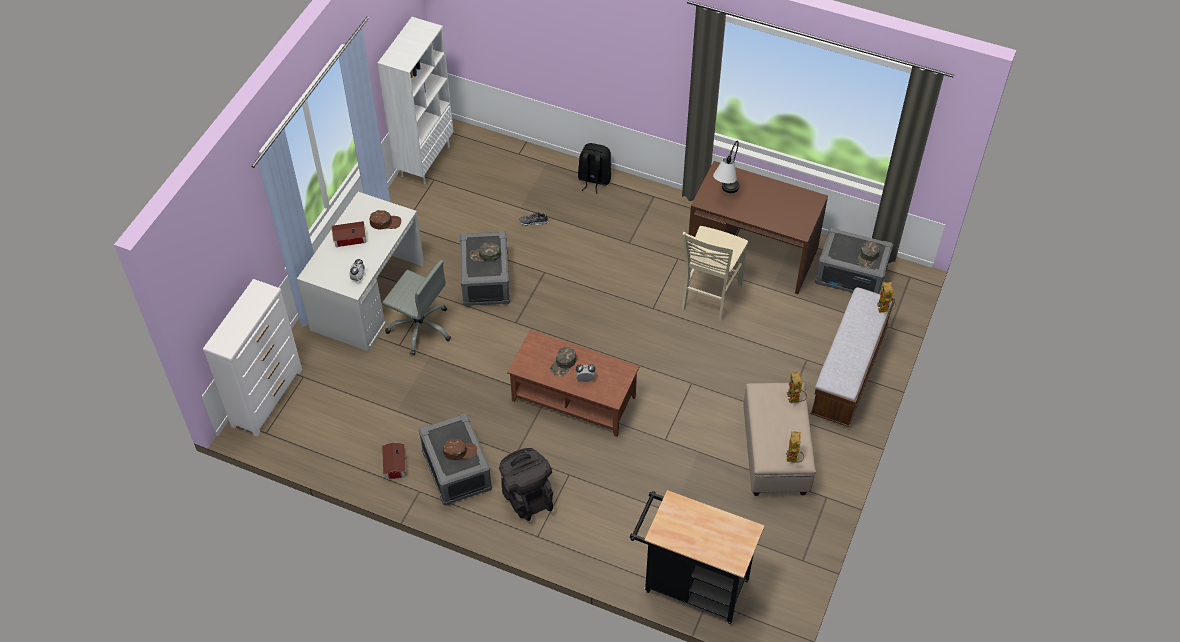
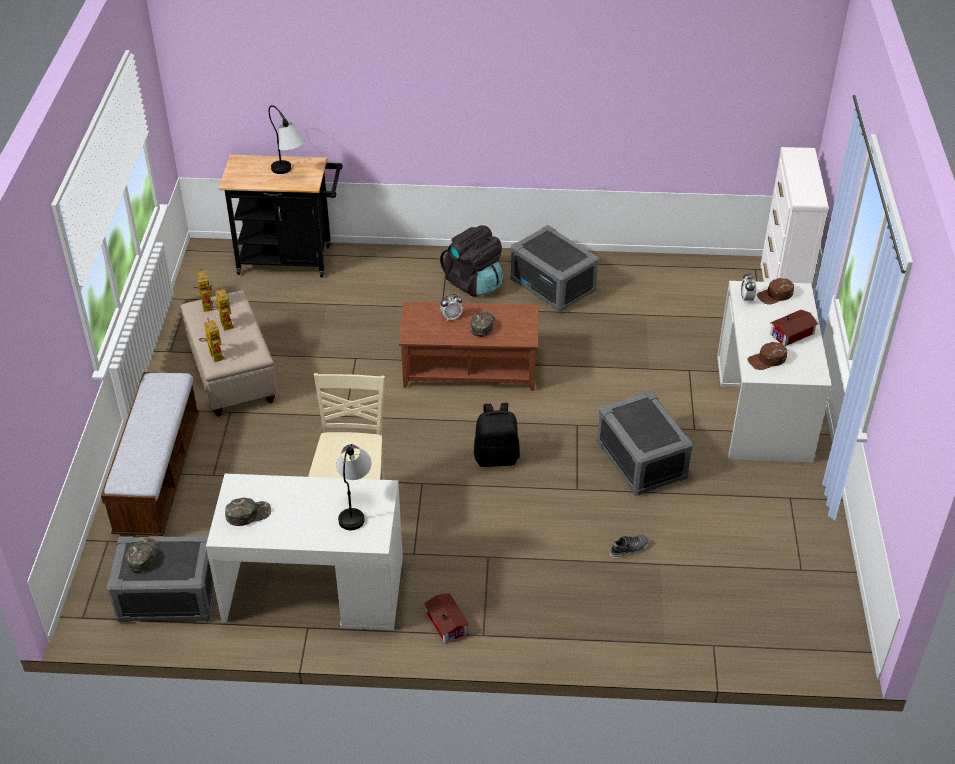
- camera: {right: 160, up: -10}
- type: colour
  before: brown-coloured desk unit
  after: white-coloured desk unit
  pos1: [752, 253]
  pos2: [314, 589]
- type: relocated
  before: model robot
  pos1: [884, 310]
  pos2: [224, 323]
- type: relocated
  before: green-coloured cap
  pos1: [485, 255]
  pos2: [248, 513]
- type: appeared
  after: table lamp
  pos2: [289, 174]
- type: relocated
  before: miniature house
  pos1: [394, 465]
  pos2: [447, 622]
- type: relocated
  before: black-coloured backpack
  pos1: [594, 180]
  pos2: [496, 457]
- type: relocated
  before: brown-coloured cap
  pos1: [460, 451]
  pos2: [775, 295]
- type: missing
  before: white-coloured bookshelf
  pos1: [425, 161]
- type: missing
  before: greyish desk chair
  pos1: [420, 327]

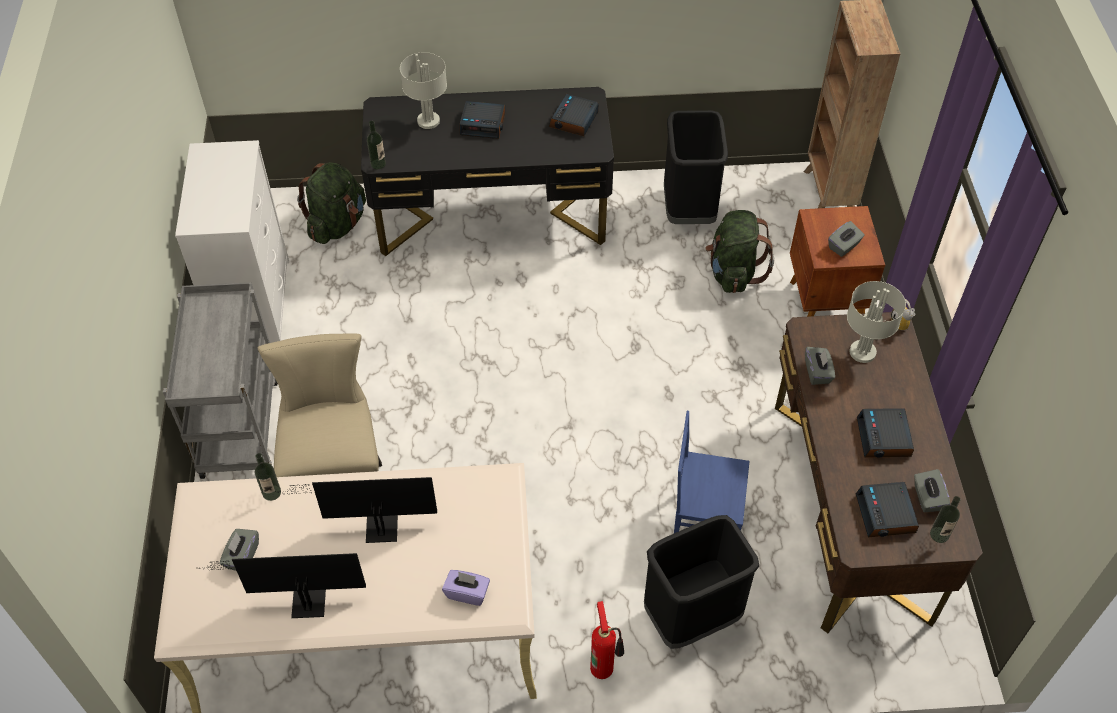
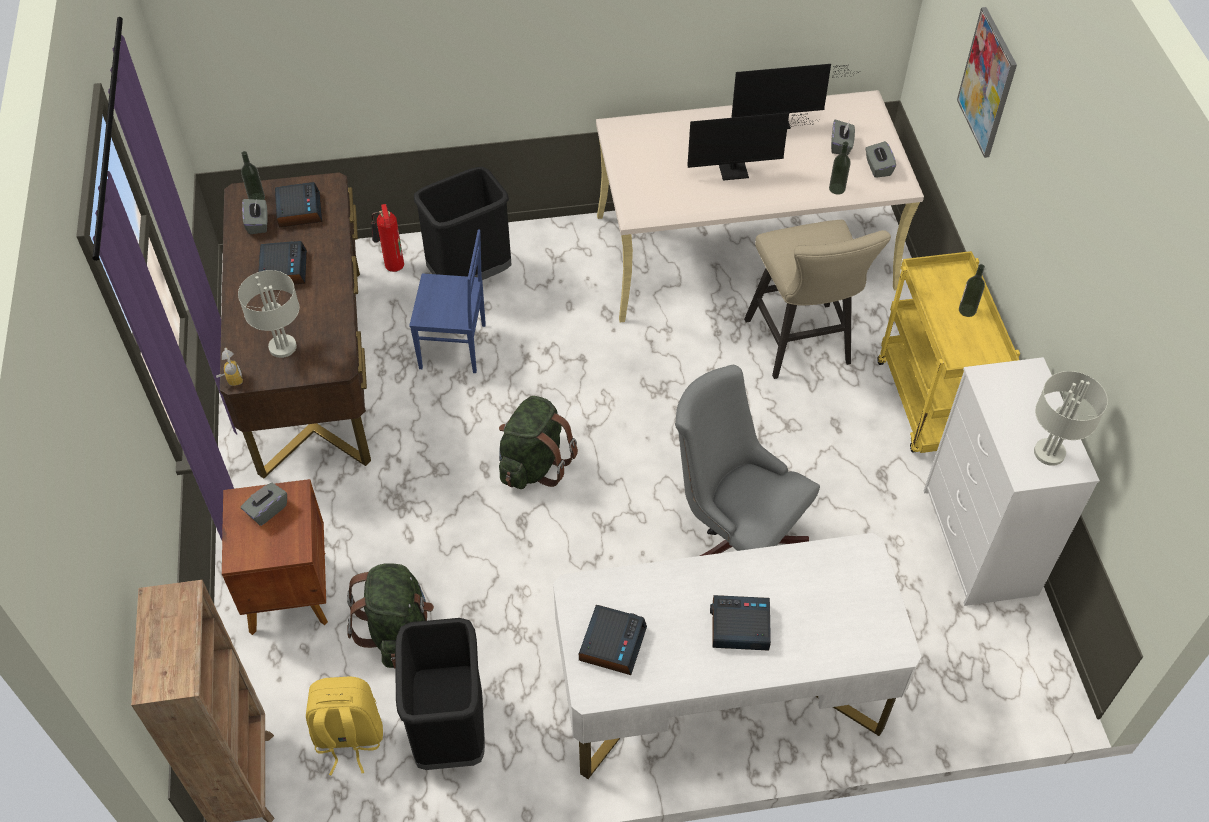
- camera: {right: 175, up: 0}
- type: appeared
  after: yellow-coloured backpack
  pos2: [348, 738]
- type: relocated
  before: extinguisher
  pos1: [603, 666]
  pos2: [392, 266]
- type: relocated
  before: green-coloured backpack
  pos1: [337, 224]
  pos2: [534, 464]
- type: colour
  before: black-coloured desk unit
  after: white-coloured desk unit
  pos1: [491, 216]
  pos2: [721, 697]
- type: appeared
  after: greyish desk chair
  pos2: [734, 538]
- type: relocated
  before: greyish tissue box
  pos1: [817, 372]
  pos2: [878, 168]
- type: colour
  before: greyish wheeled cart
  after: yellow-coloured wheeled cart
  pos1: [239, 424]
  pos2: [931, 405]
- type: appeared
  after: wall picture
  pos2: [987, 83]
- type: relocated
  before: bottle
  pos1: [378, 164]
  pos2: [967, 310]
- type: relocated
  before: greyish table lamp
  pos1: [429, 121]
  pos2: [1049, 453]
- type: missing
  before: purple tissue box
  pos1: [467, 593]

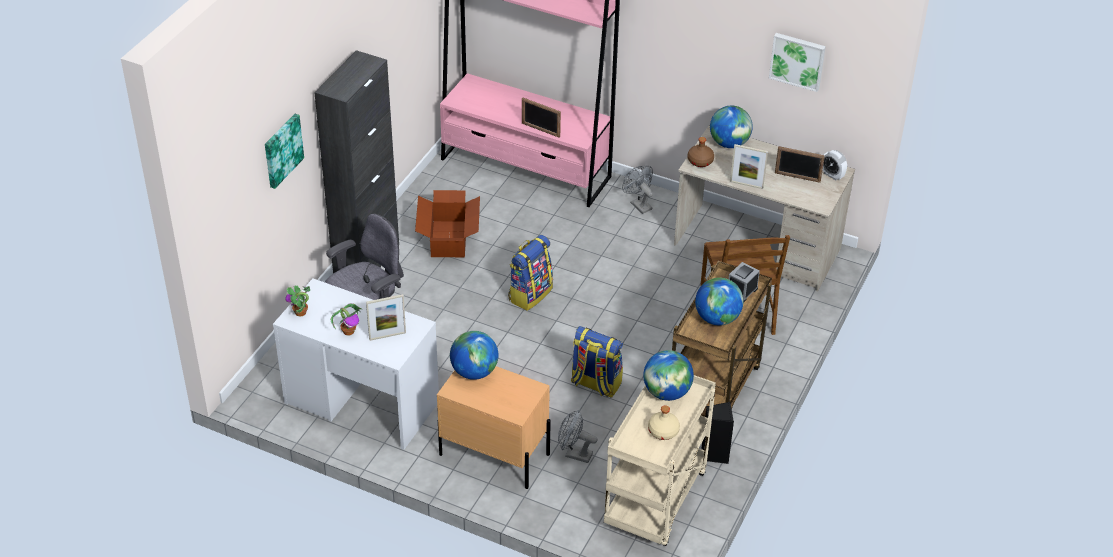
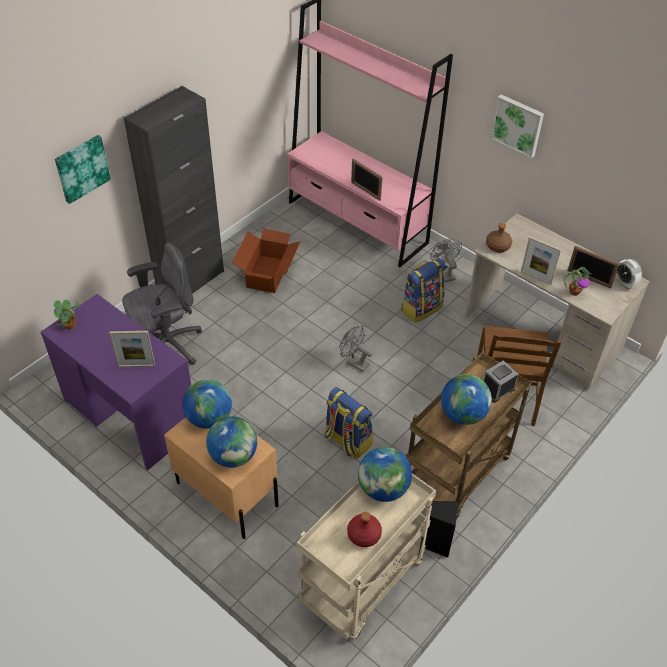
- camera: {right: 15, up: 5}
- type: colour
  before: white-coloured desk unit
  after: purple desk unit
  pos1: [361, 402]
  pos2: [130, 414]
- type: relocated
  before: desk globe
  pos1: [729, 143]
  pos2: [233, 456]
- type: relocated
  before: greyish fan
  pos1: [574, 454]
  pos2: [354, 362]
- type: colour
  before: beige bottle
  after: reddish bottle
  pos1: [663, 431]
  pos2: [363, 535]
- type: relocated
  before: backpack
  pos1: [530, 294]
  pos2: [421, 308]
- type: relocated
  before: wall picture
  pos1: [797, 60]
  pos2: [517, 125]
- type: relocated
  before: plant in a pot
  pos1: [349, 331]
  pos2: [574, 291]

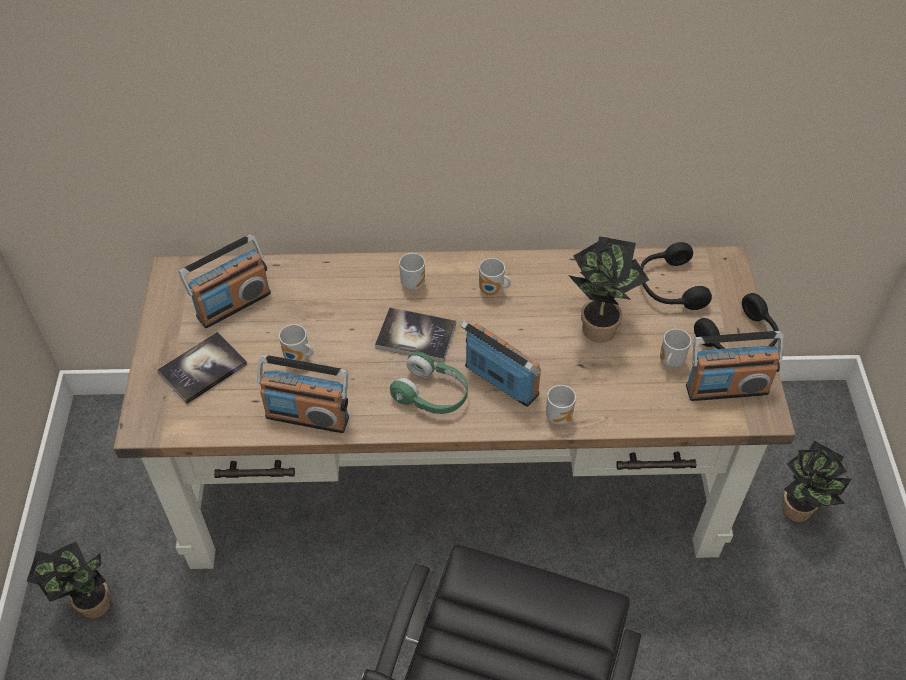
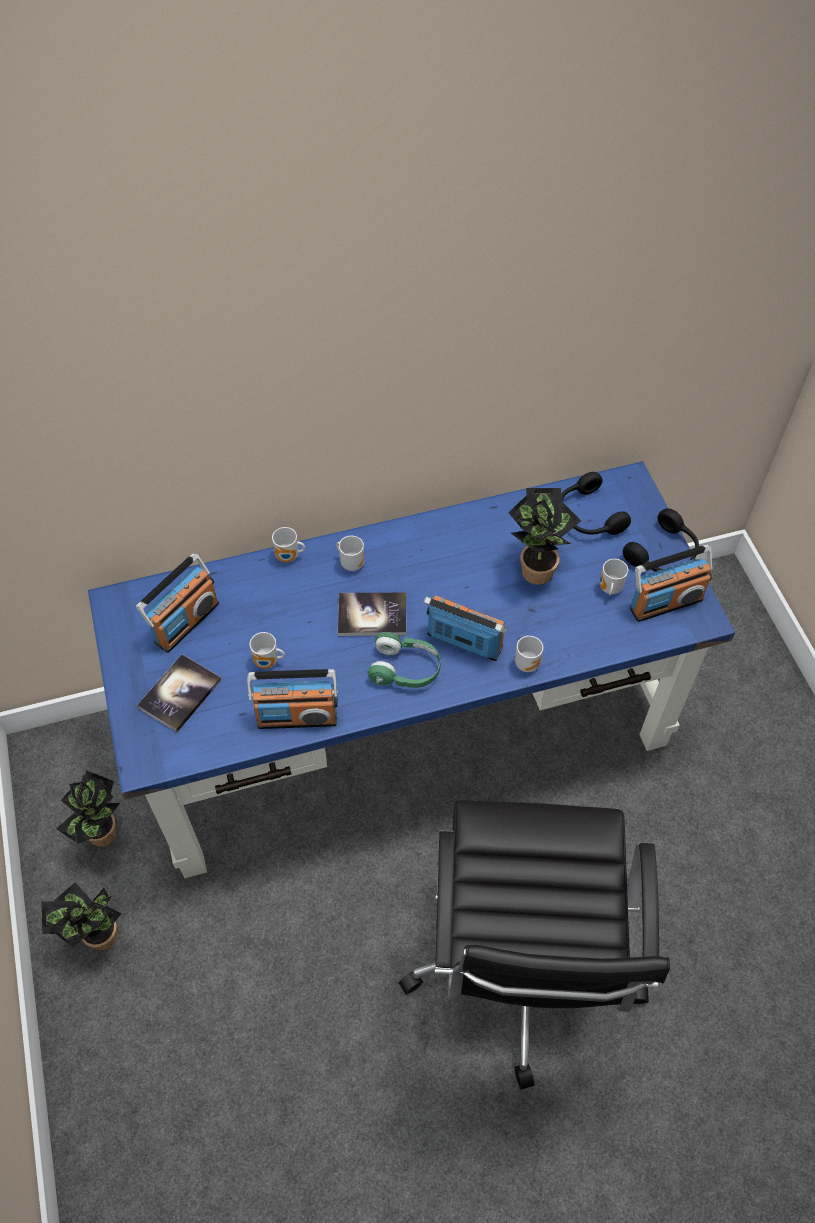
- camera: {right: -15, up: 5}
- type: relocated
  before: plant in a pot
  pos1: [799, 513]
  pos2: [105, 836]
- type: colour
  before: brown-coloured desk unit
  after: blue desk unit
  pos1: [455, 476]
  pos2: [409, 727]
- type: relocated
  before: coffee mug
  pos1: [492, 291]
  pos2: [289, 557]

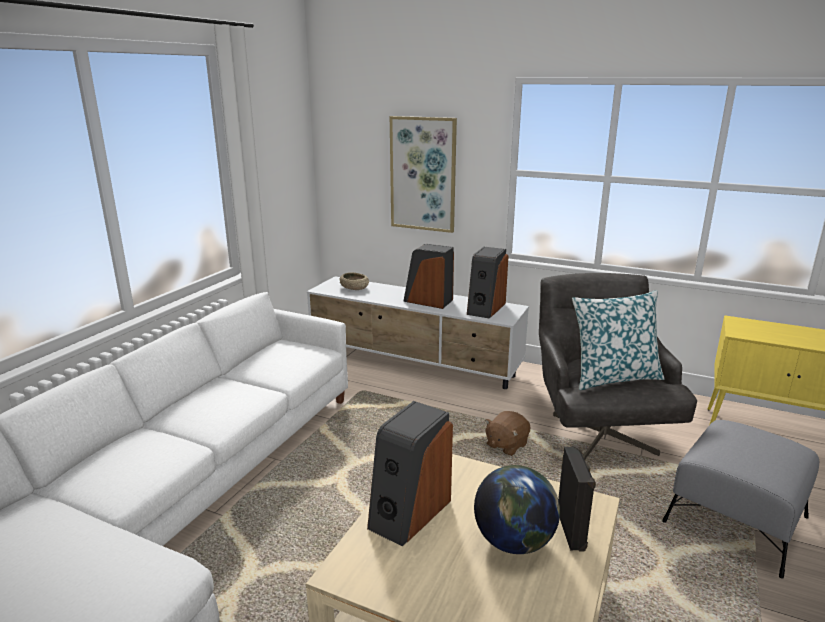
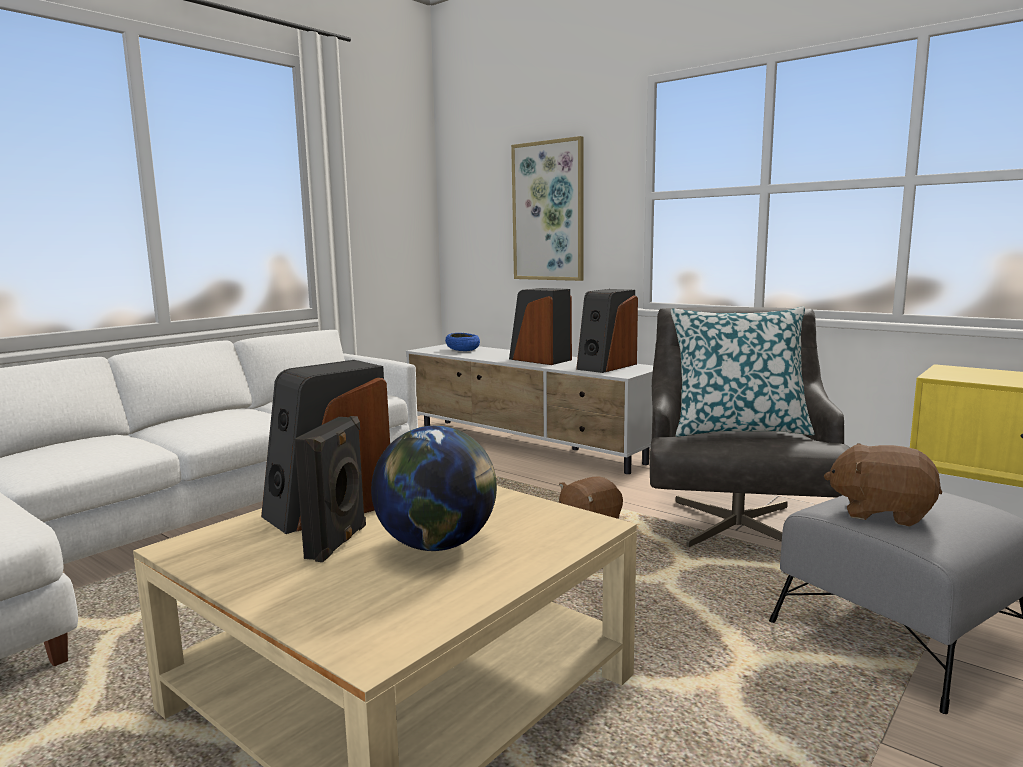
- camera: {right: 15, up: -10}
- type: relocated
  before: black-coloured loudspeaker
  pos1: [572, 530]
  pos2: [338, 542]
- type: colour
  before: beige bowl
  after: blue bowl
  pos1: [354, 287]
  pos2: [463, 350]
- type: appeared
  after: brown-coloured soft toy
  pos2: [881, 512]

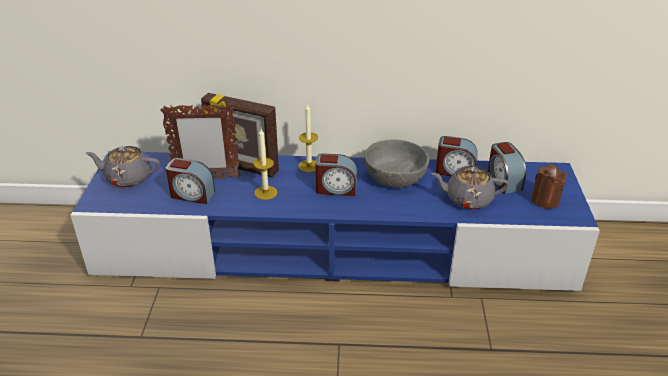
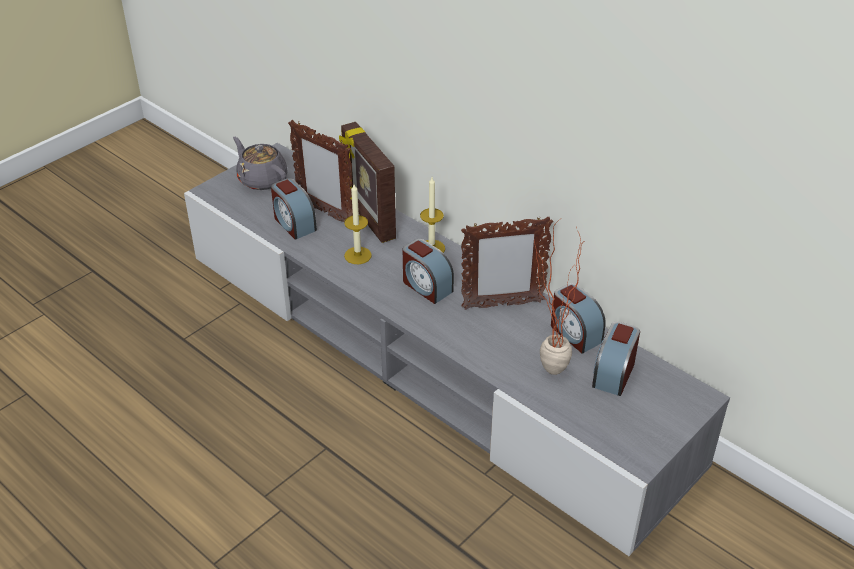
- camera: {right: 40, up: 5}
- type: colour
  before: blue tv stand
  after: greyish tv stand
  pos1: [335, 249]
  pos2: [428, 356]
- type: exchanged
  before: greyish bowl
  after: picture frame
  pos1: [395, 176]
  pos2: [502, 305]
- type: exchanged
  before: greyish teapot
  after: plant in a pot
  pos1: [467, 199]
  pos2: [543, 371]
- type: missing
  before: brown-coloured wax candle
  pos1: [545, 200]

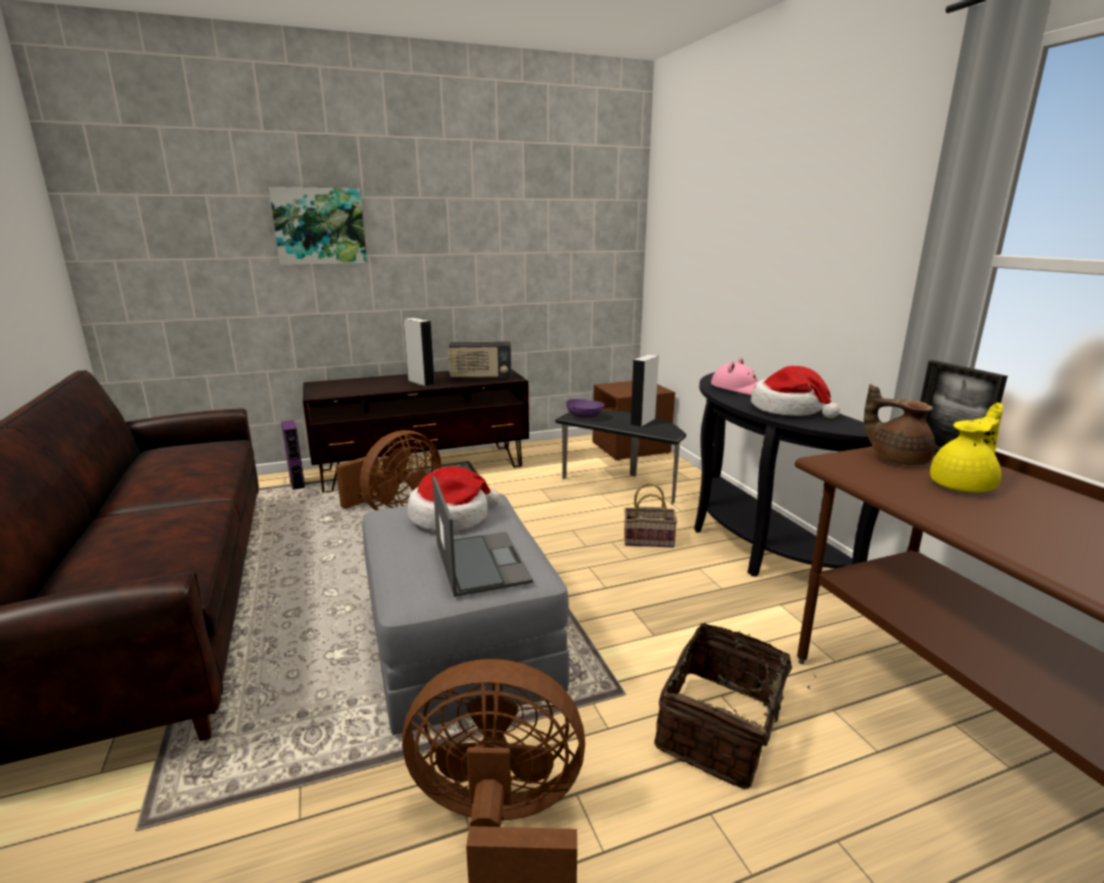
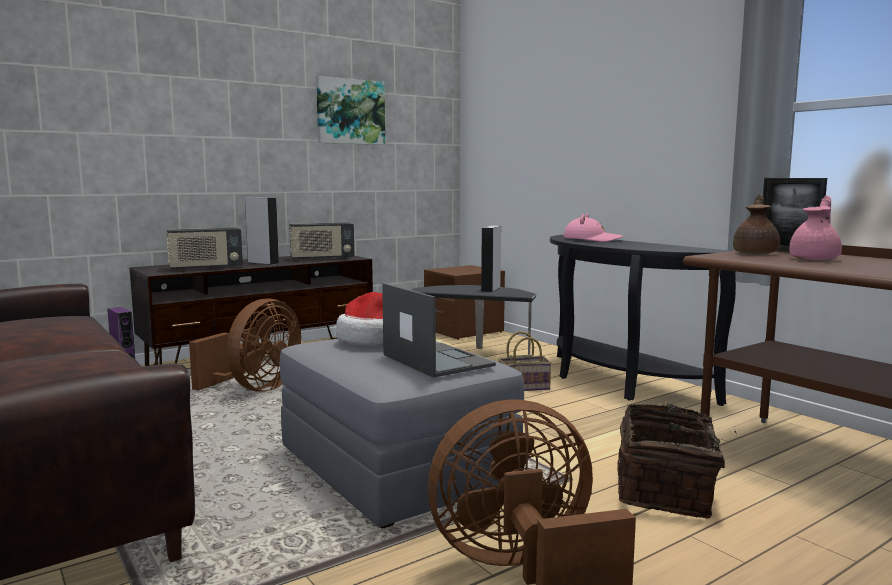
- camera: {right: -15, up: -10}
- type: appeared
  after: radio receiver
  pos2: [205, 268]
- type: relocated
  before: wall picture
  pos1: [319, 226]
  pos2: [350, 112]
- type: spun
  before: brown-coloured teapot
  pos1: [897, 459]
  pos2: [756, 253]
  turn: 90
- type: colour
  before: yellow-coloured teapot
  after: pink-coloured teapot
  pos1: [964, 486]
  pos2: [815, 259]
- type: missing
  before: purple bowl
  pos1: [585, 417]
- type: missing
  before: hat
  pos1: [788, 409]

